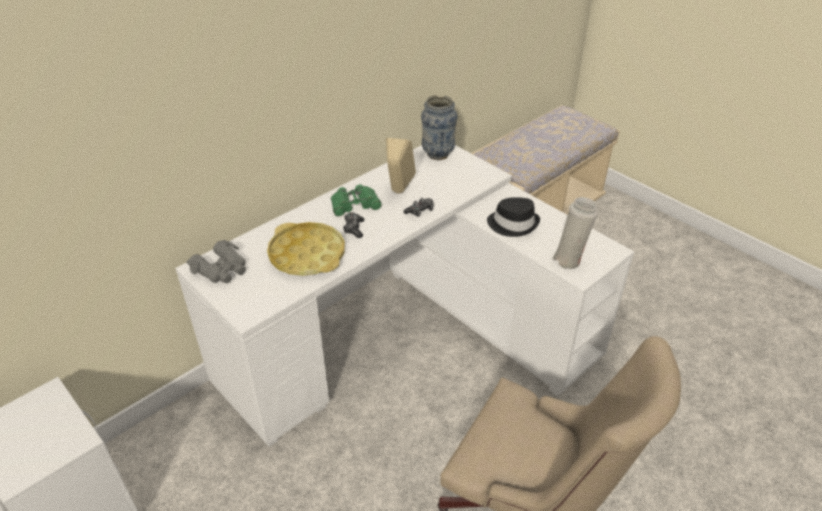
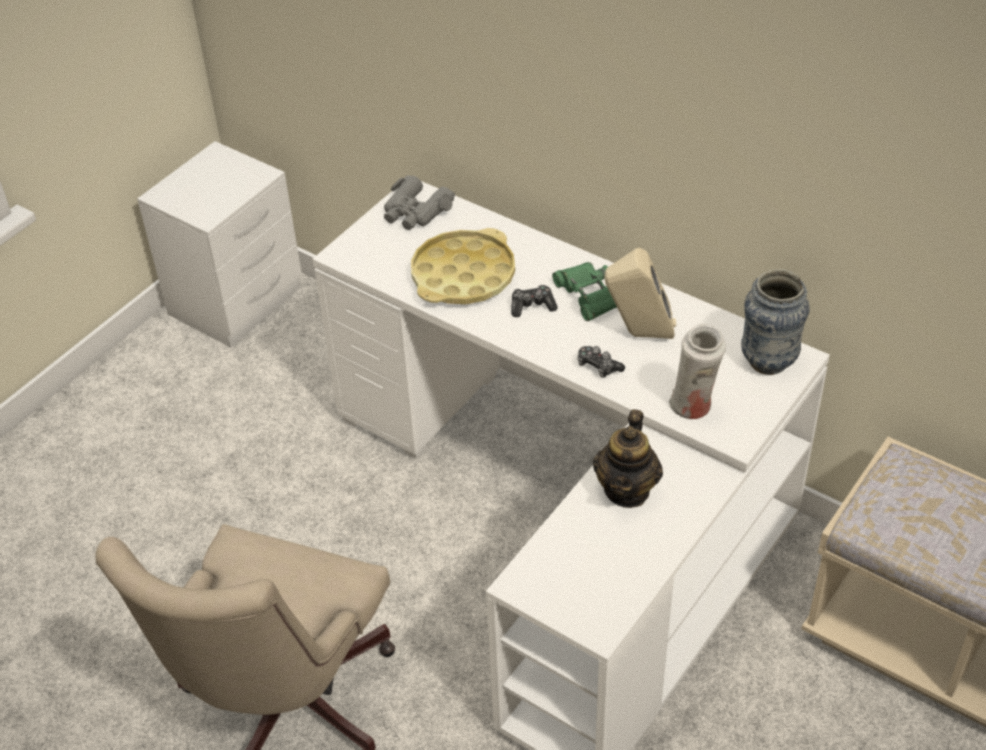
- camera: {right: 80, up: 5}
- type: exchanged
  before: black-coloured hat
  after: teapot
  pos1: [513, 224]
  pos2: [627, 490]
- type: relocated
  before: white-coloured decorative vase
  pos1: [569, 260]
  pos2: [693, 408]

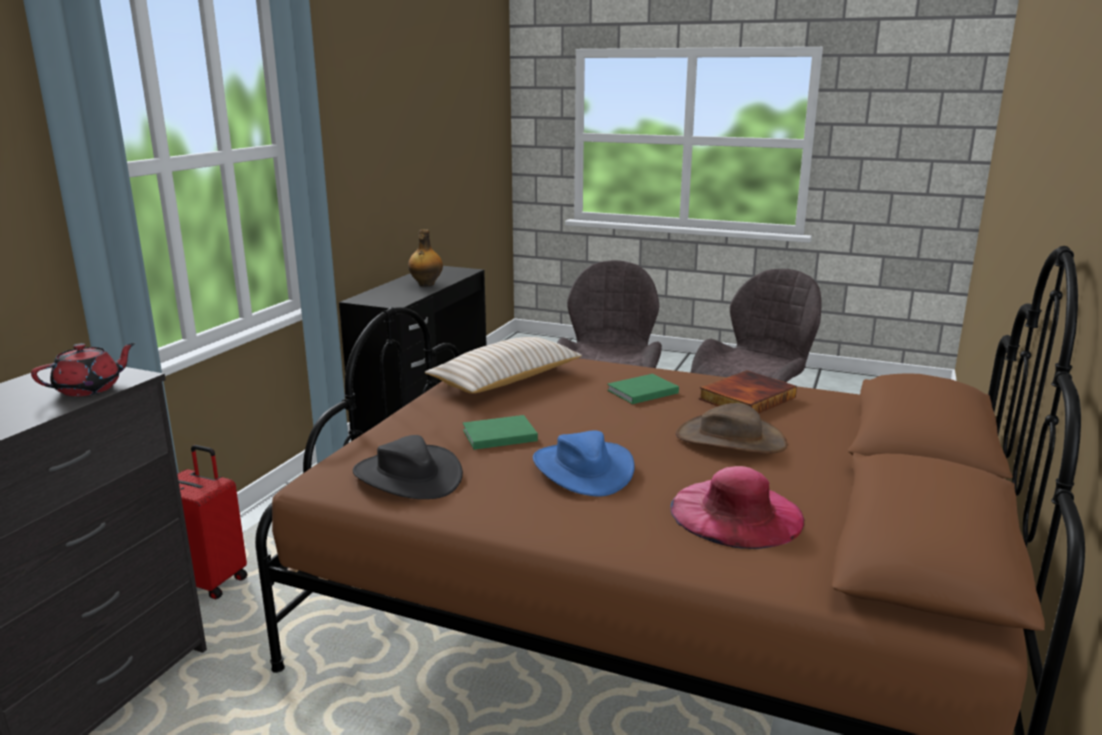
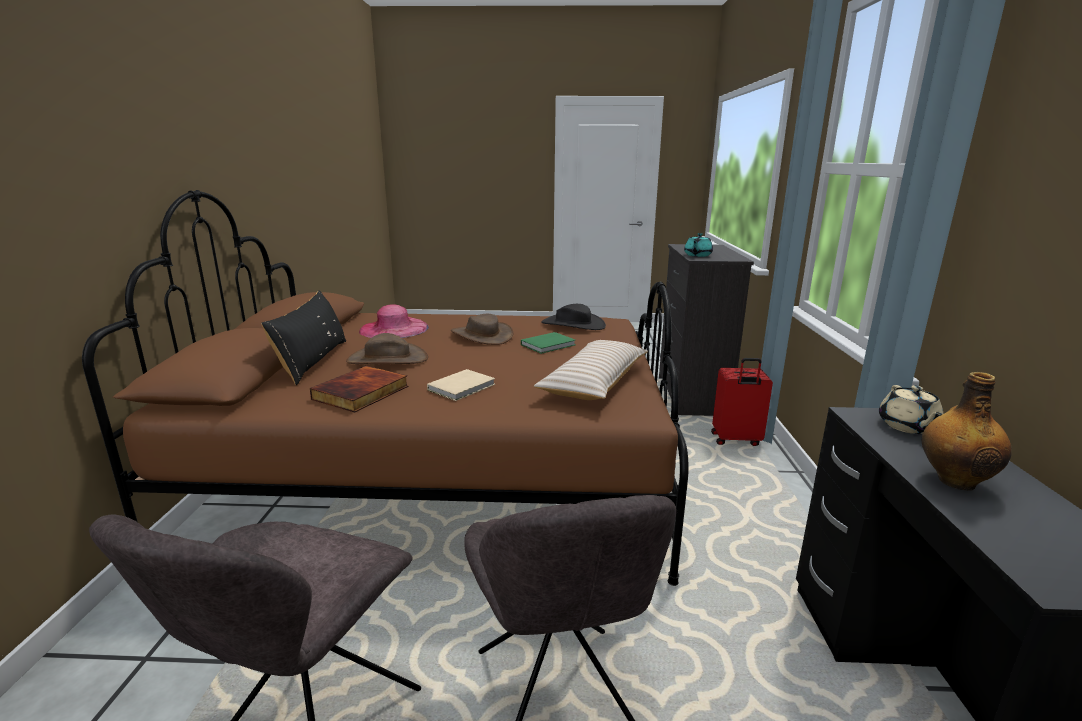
- camera: {right: 160, up: 0}
- type: appeared
  after: black-coloured cushion
  pos2: [313, 361]
- type: colour
  before: green-coloured volume
  after: beige volume
  pos1: [640, 392]
  pos2: [463, 387]
- type: colour
  before: blue hat
  after: brown-coloured hat
  pos1: [582, 469]
  pos2: [482, 335]
- type: colour
  before: reddish teapot
  after: turquoise teapot
  pos1: [90, 389]
  pos2: [697, 255]
- type: appeared
  after: beige teapot
  pos2: [908, 426]

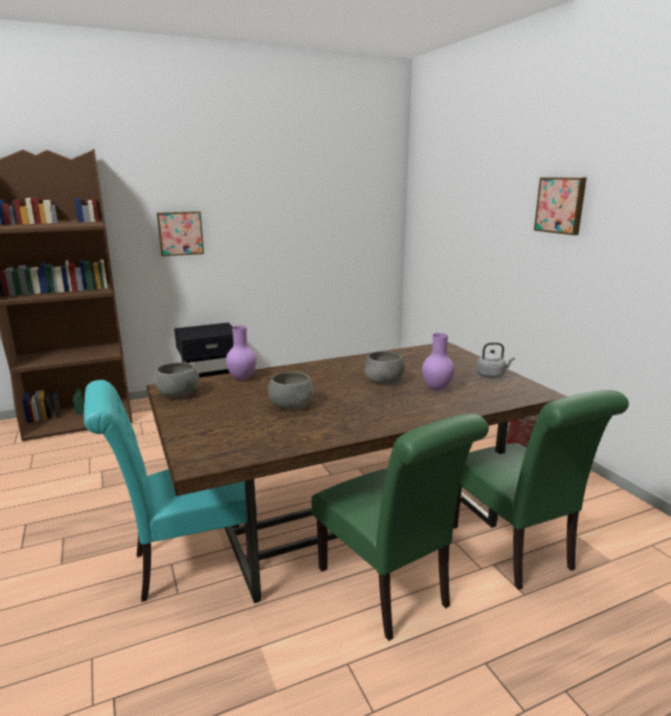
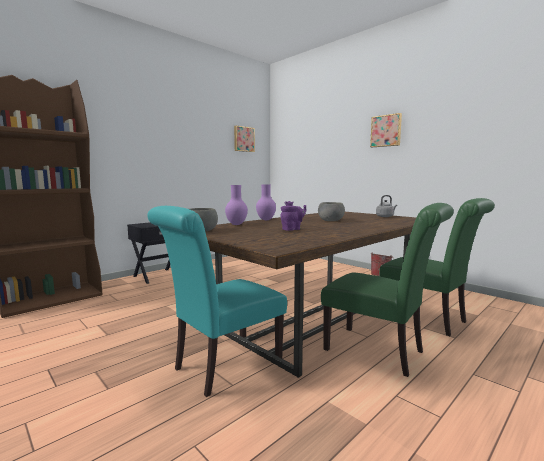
- camera: {right: -20, up: -10}
- type: relocated
  before: wall picture
  pos1: [180, 233]
  pos2: [243, 139]
- type: relocated
  before: purple decorative vase
  pos1: [437, 388]
  pos2: [266, 220]
- type: exchanged
  before: greyish bowl
  after: purple teapot
  pos1: [290, 406]
  pos2: [292, 229]

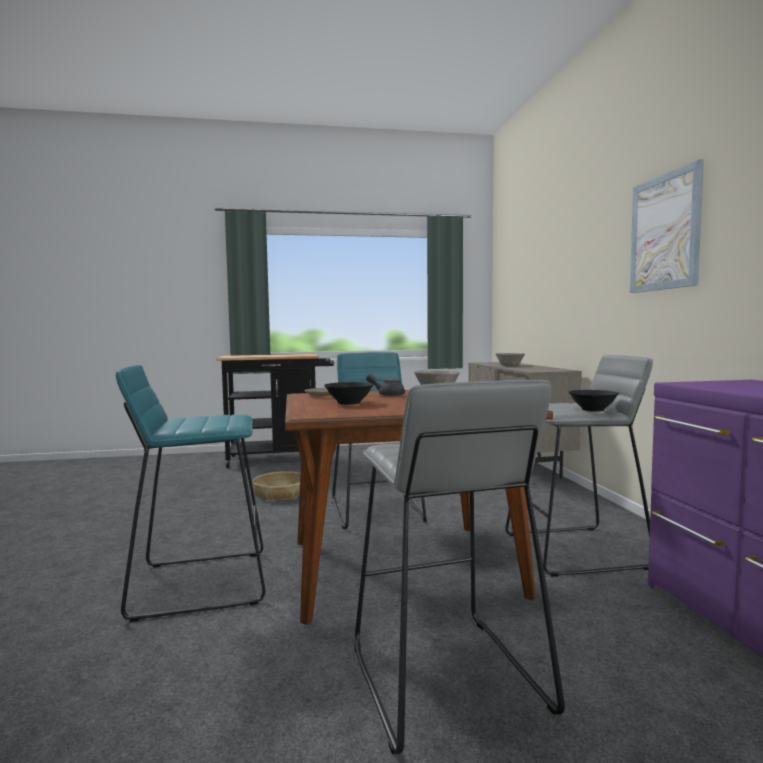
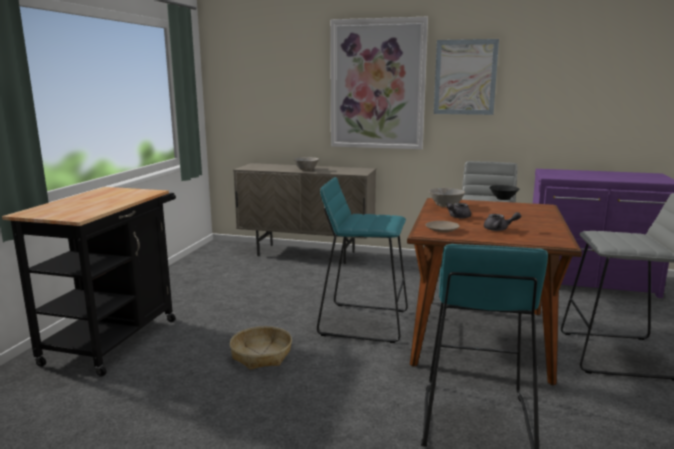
- camera: {right: -65, up: 10}
- type: appeared
  after: wall picture
  pos2: [377, 84]
- type: exchanged
  before: black-coloured bowl
  after: greyish teapot
  pos1: [349, 403]
  pos2: [499, 229]

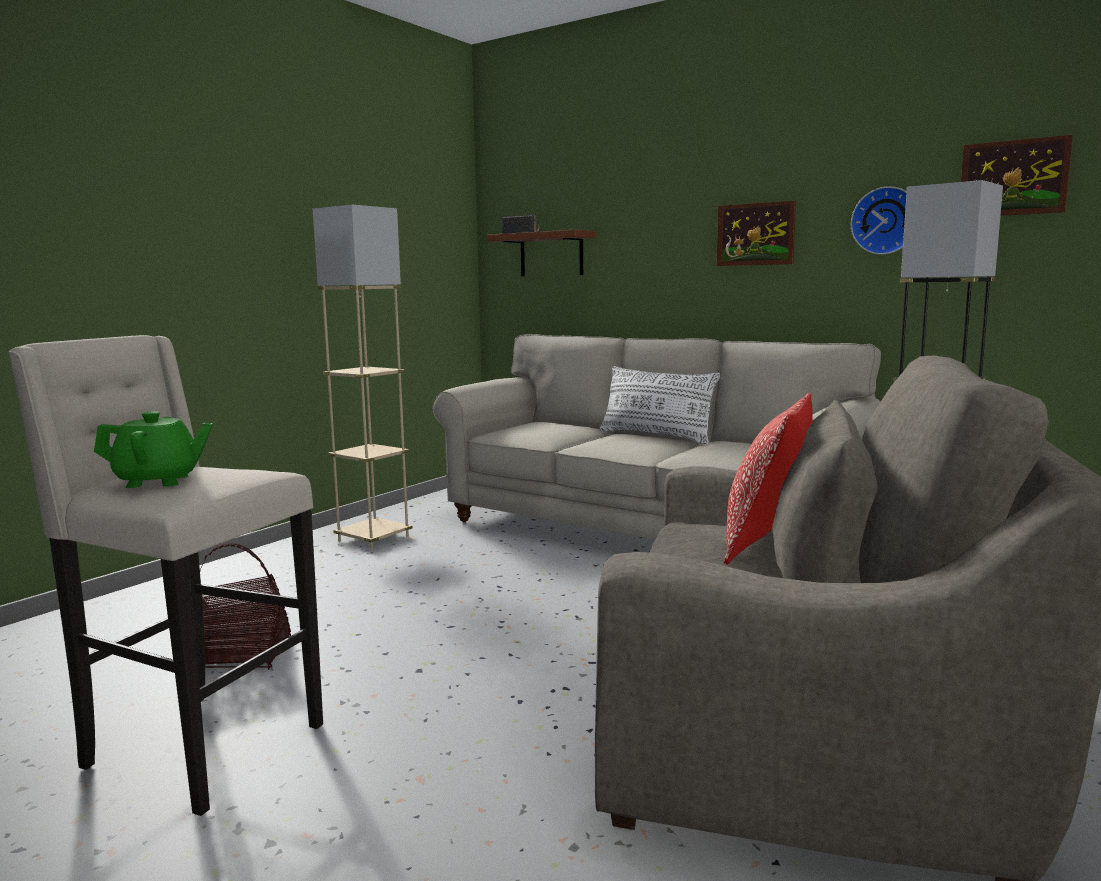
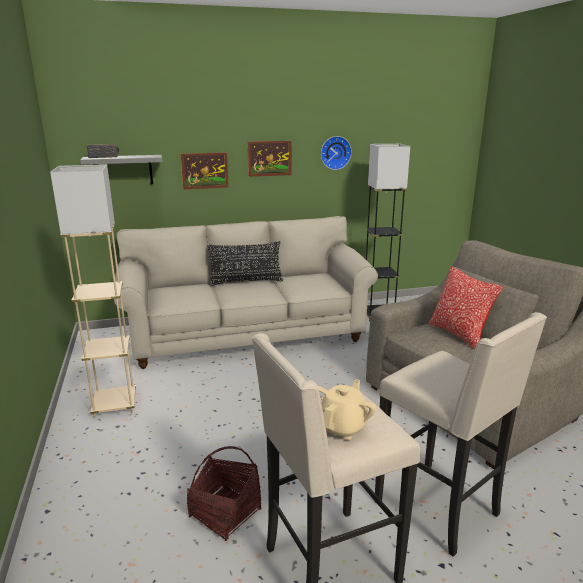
- camera: {right: -50, up: 10}
- type: colour
  before: brown-coloured bracket shelf
  after: greyish bracket shelf
  pos1: [551, 254]
  pos2: [124, 170]
- type: relocated
  before: wall picture
  pos1: [1013, 178]
  pos2: [204, 170]
- type: colour
  before: white-coloured cushion
  after: black-coloured cushion
  pos1: [656, 436]
  pos2: [246, 281]
- type: colour
  before: green-coloured teapot
  after: beige teapot
  pos1: [158, 481]
  pos2: [342, 427]
- type: appeared
  after: beige sitting stool
  pos2: [439, 509]

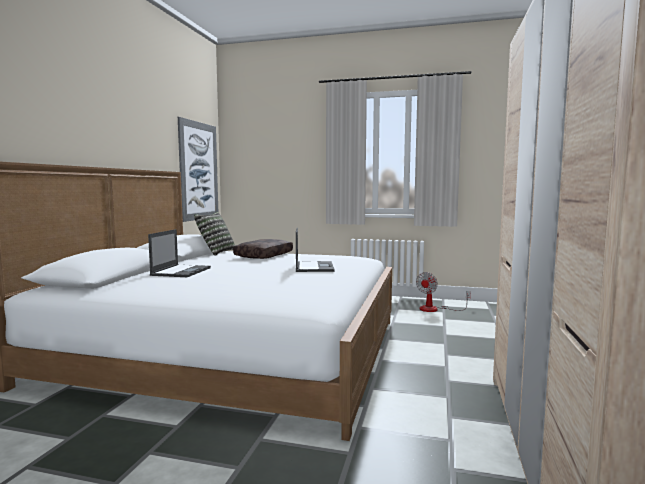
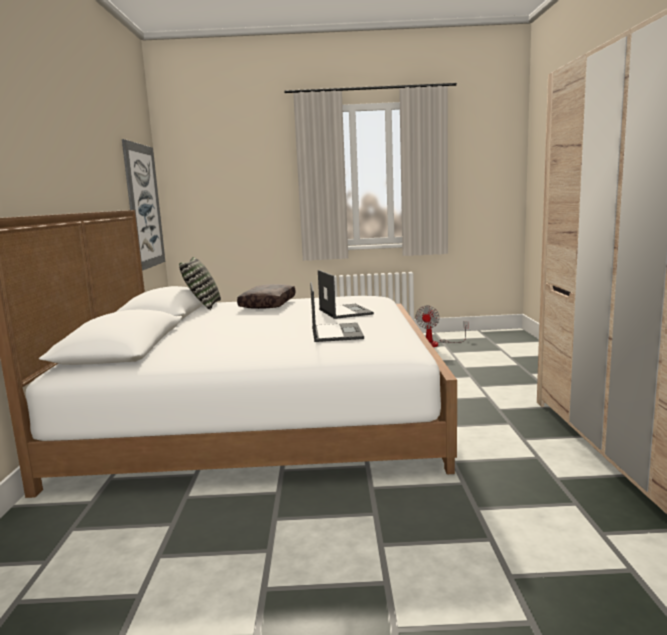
- camera: {right: -15, up: 5}
- type: relocated
  before: laptop
  pos1: [181, 271]
  pos2: [336, 333]

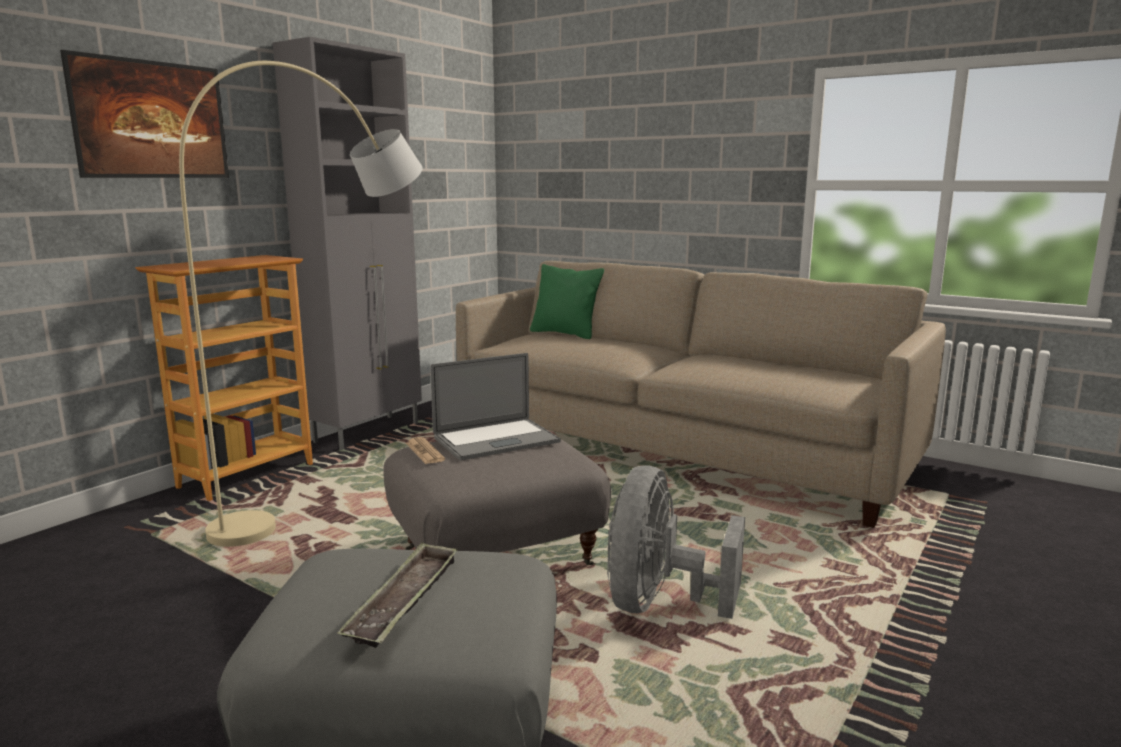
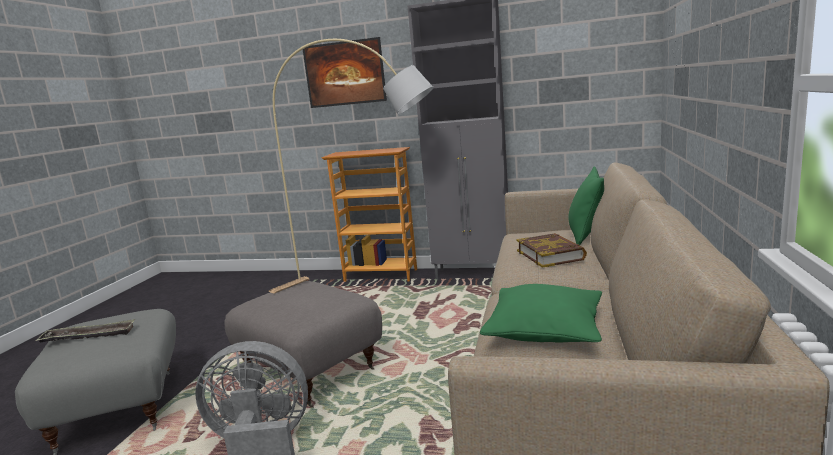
- camera: {right: 70, up: 0}
- type: appeared
  after: green-coloured cushion
  pos2: [545, 330]
- type: appeared
  after: volume
  pos2: [550, 255]
- type: missing
  before: laptop
  pos1: [496, 440]

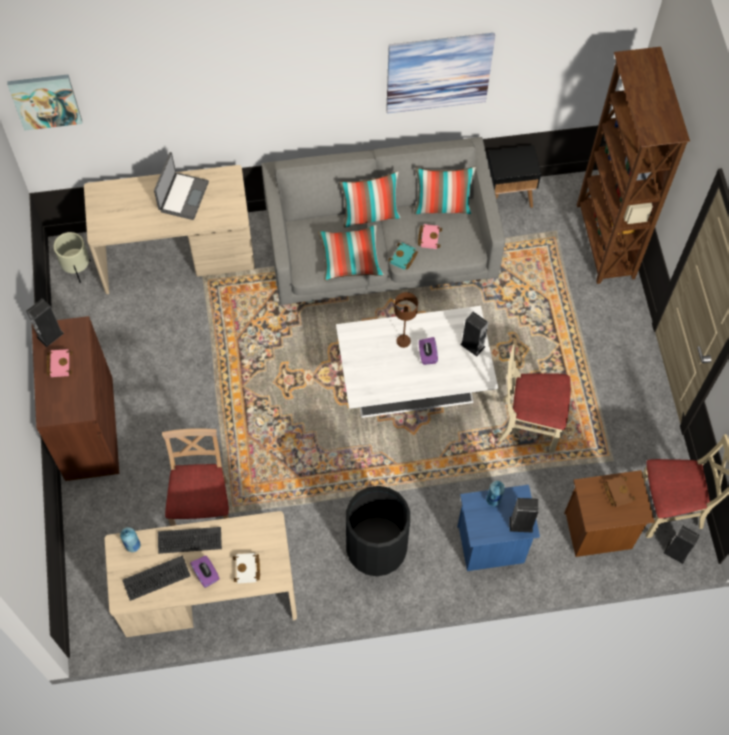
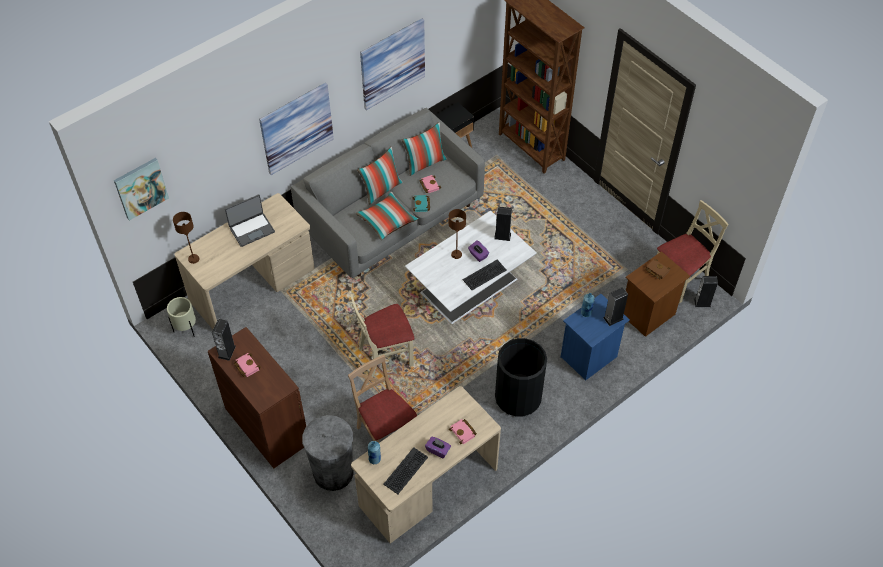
- camera: {right: -30, up: -10}
- type: appeared
  after: brown-coloured table lamp
  pos2: [194, 259]
- type: spun
  before: laptop
  pos1: [183, 196]
  pos2: [251, 229]
  turn: 75
- type: appeared
  after: wall picture
  pos2: [296, 128]
- type: appeared
  after: greyish waste bin
  pos2: [333, 472]
- type: relocated
  before: beige chair
  pos1: [528, 424]
  pos2: [385, 355]
- type: colour
  before: white-coloured volume
  after: pink-coloured volume
  pos1: [248, 569]
  pos2: [463, 432]
- type: relocated
  before: computer keyboard
  pos1: [189, 541]
  pos2: [484, 275]

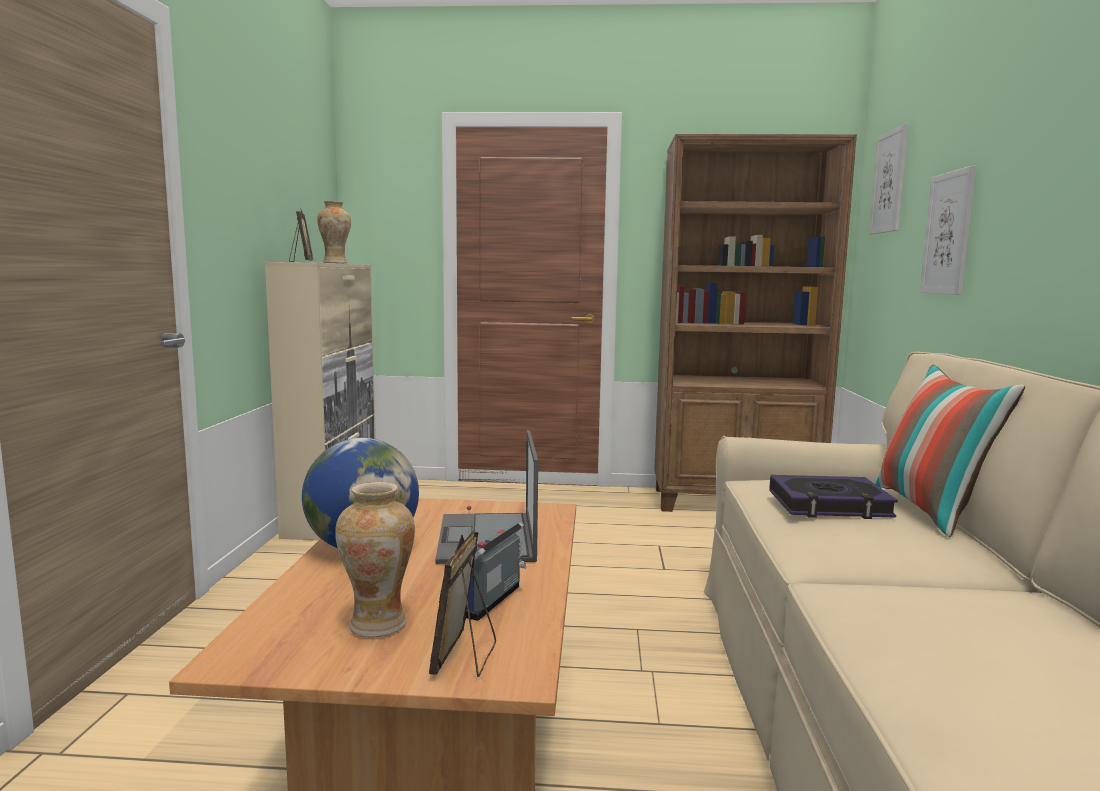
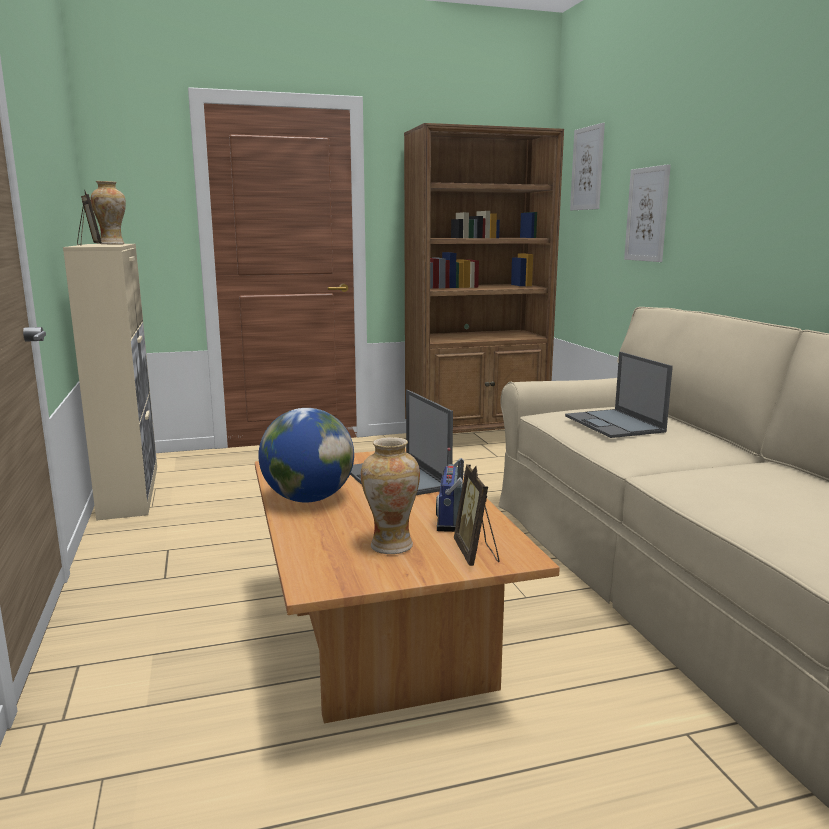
- camera: {right: -20, up: 5}
- type: exchanged
  before: volume
  after: laptop
  pos1: [829, 505]
  pos2: [615, 424]
- type: missing
  before: cushion
  pos1: [932, 511]

